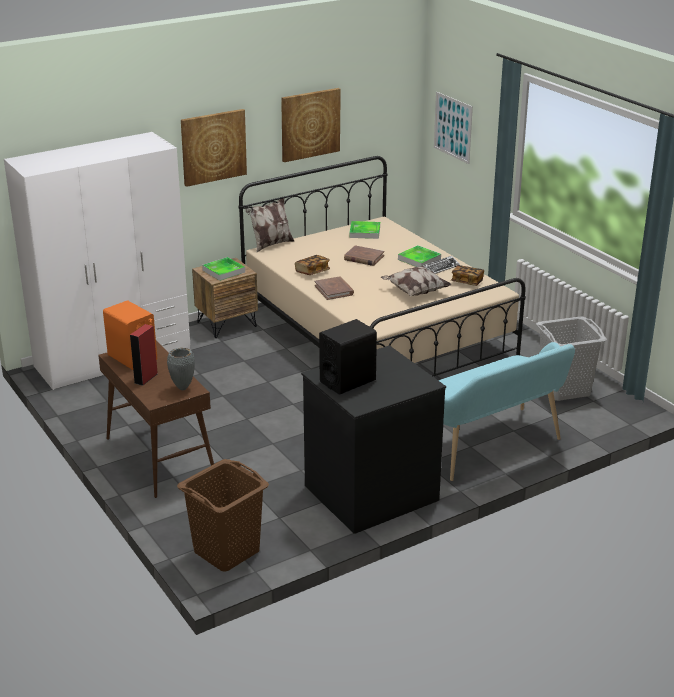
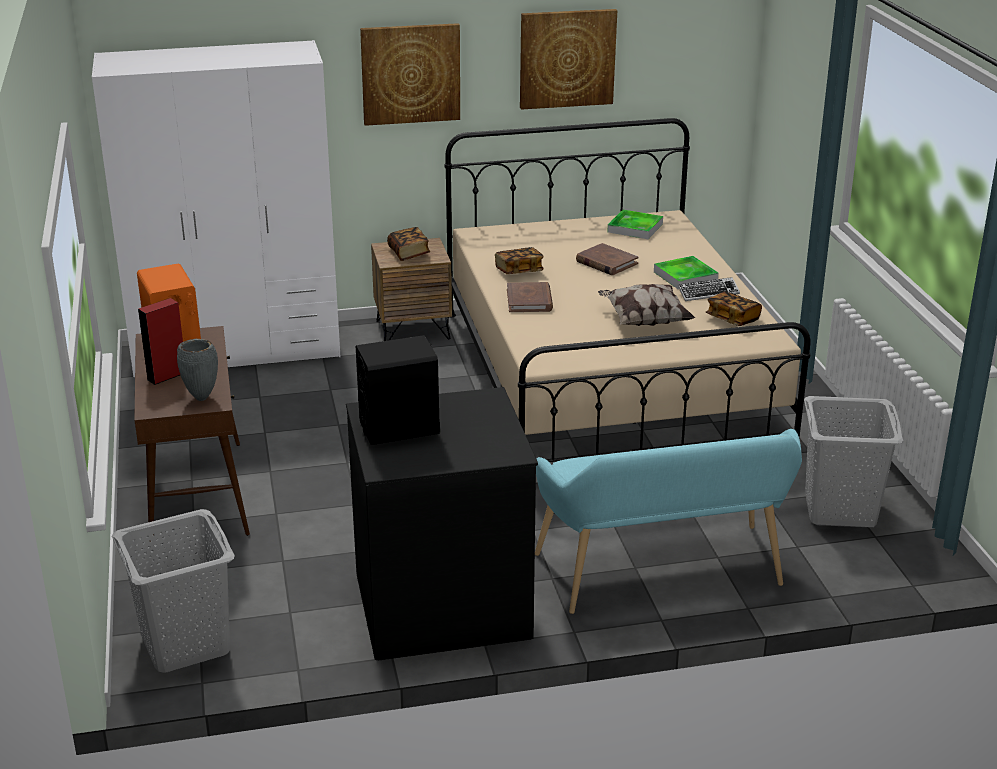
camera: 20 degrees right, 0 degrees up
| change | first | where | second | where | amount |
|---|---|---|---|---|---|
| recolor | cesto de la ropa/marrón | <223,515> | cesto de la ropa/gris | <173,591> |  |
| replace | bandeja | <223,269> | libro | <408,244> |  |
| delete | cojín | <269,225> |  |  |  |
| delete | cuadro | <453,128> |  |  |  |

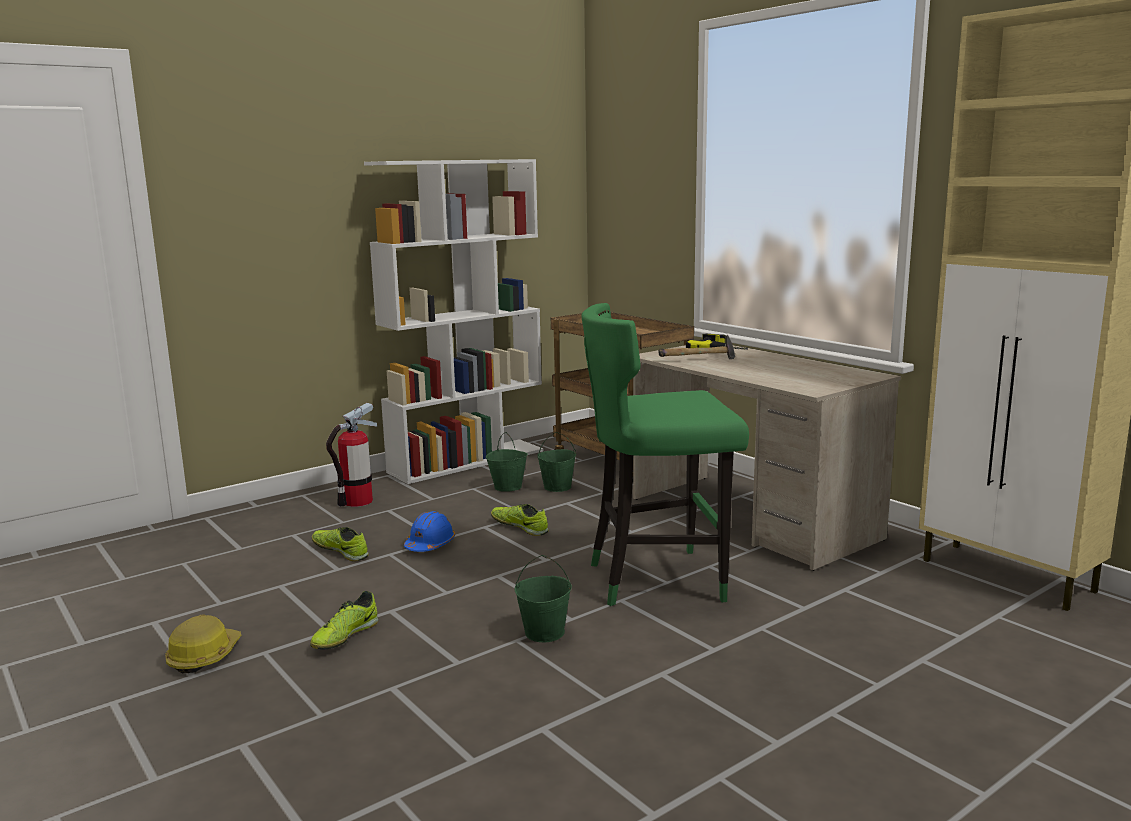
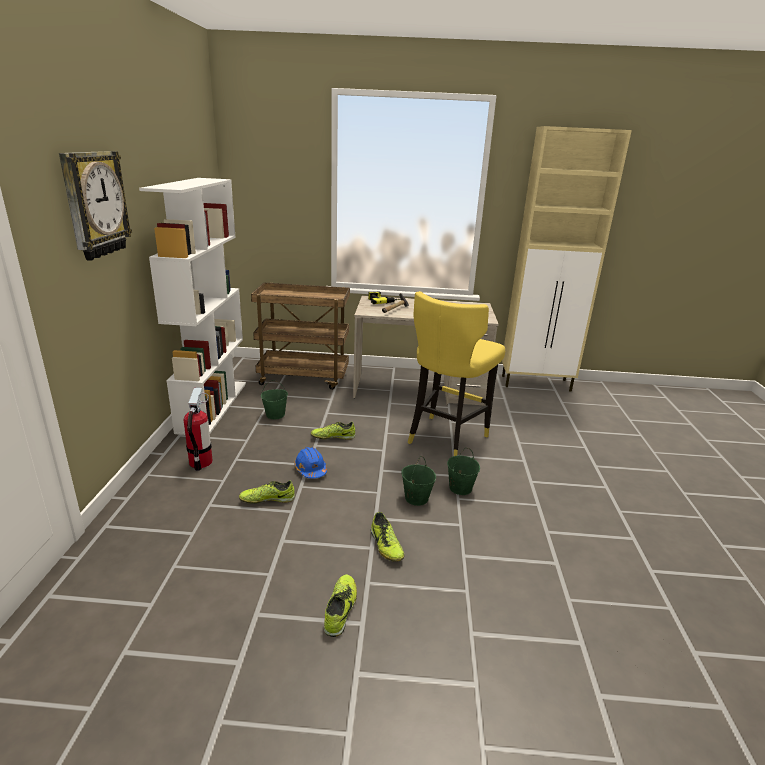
camera: 50 degrees left, 10 degrees up
| change | first | where | second | where | amount |
|---|---|---|---|---|---|
| replace | casco | <203,643> | zapato | <340,605> |  |
| move | cubo/verde | <556,462> |  | <419,481> |  |
| recolor | taburete/verde | <665,454> | taburete/amarillo | <456,373> |  |
| insert |  |  | reloj de pared | <95,206> |  |

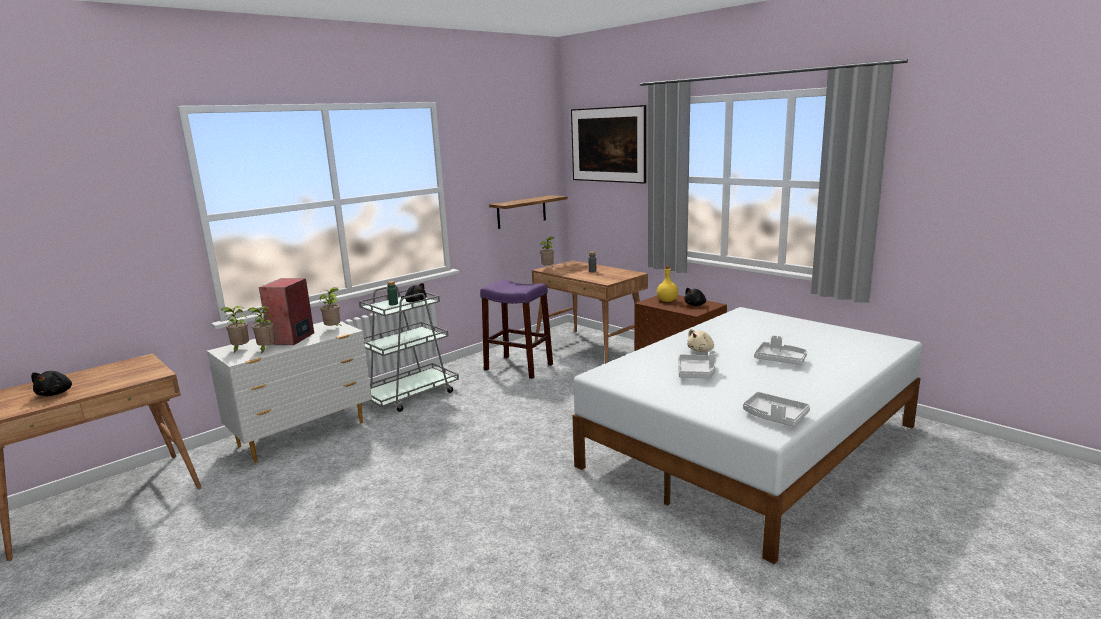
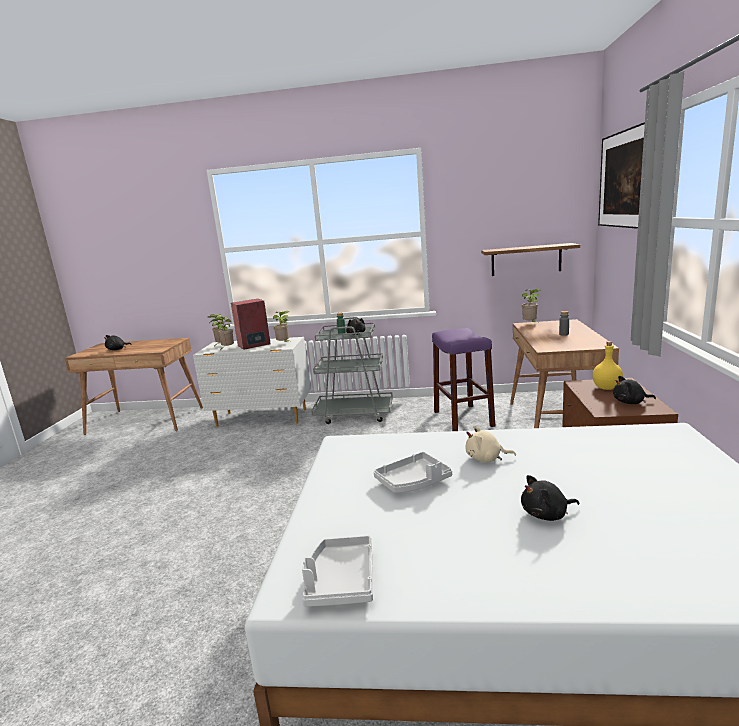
camera: 50 degrees right, 0 degrees up
| change | first | where | second | where | amount |
|---|---|---|---|---|---|
| replace | bandeja/gris | <780,350> | peluche/negro | <550,498> |  |

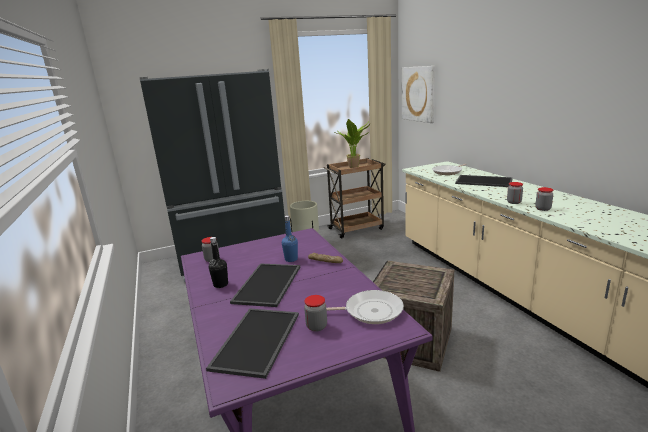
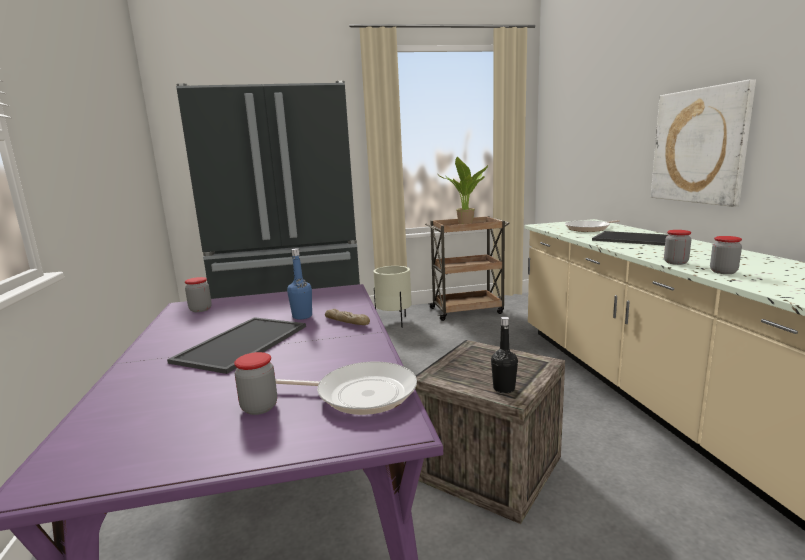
camera: 10 degrees right, 5 degrees down
| change | first | where | second | where | amount |
|---|---|---|---|---|---|
| delete | bandeja | <252,343> |  |  |  |
| move | botella/negro | <218,262> |  | <504,355> |  |
| move | cuadro | <418,94> |  | <703,143> |  |

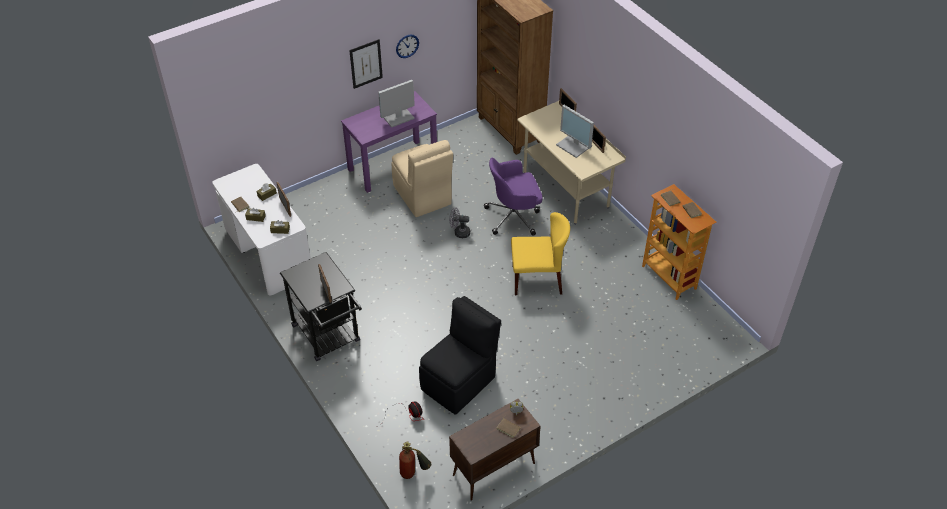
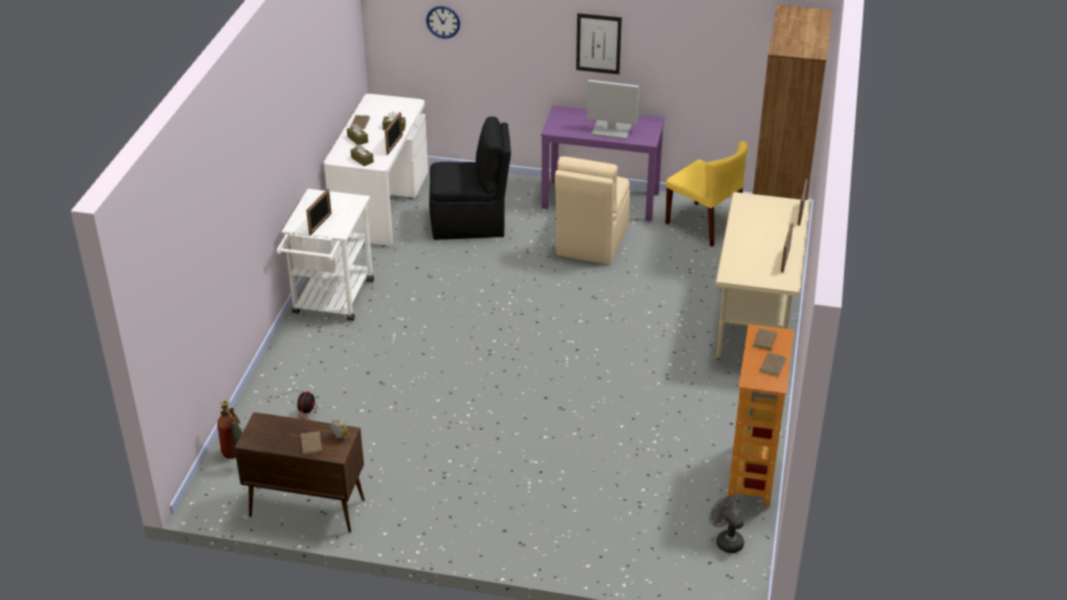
camera: 45 degrees right, 10 degrees down
| change | first | where | second | where | amount |
|---|---|---|---|---|---|
| recolor | carrito/negro | <321,306> | carrito/blanco | <325,255> |  |
| move | reloj de pared | <407,46> |  | <443,22> |  |
| move | silla/negro | <460,355> |  | <470,178> |  |
| move | ventilador/gris | <459,222> |  | <726,524> |  |
| delete | silla de oficina/morado | <513,196> |  |  |  |
| move | silla/amarillo | <540,253> |  | <707,194> |  |
| delete | monitor | <575,131> |  |  |  |

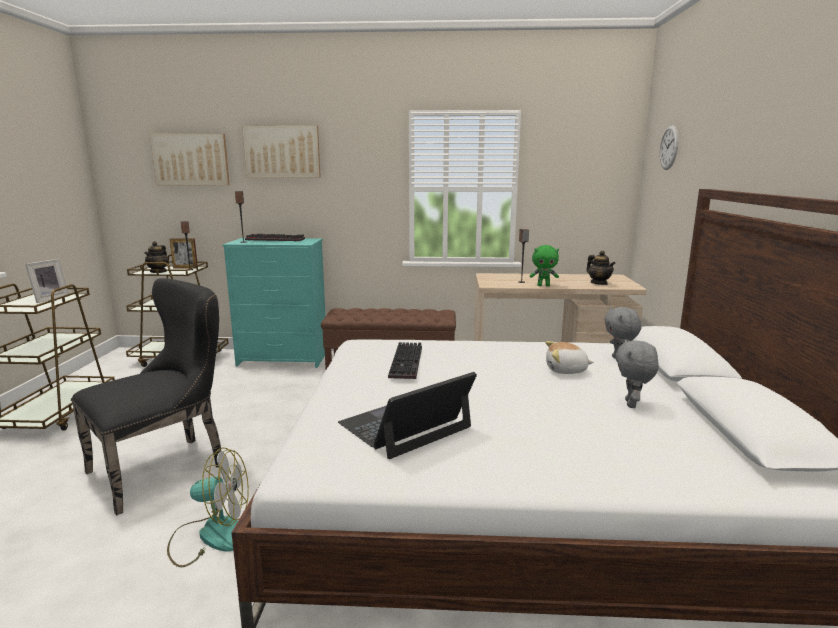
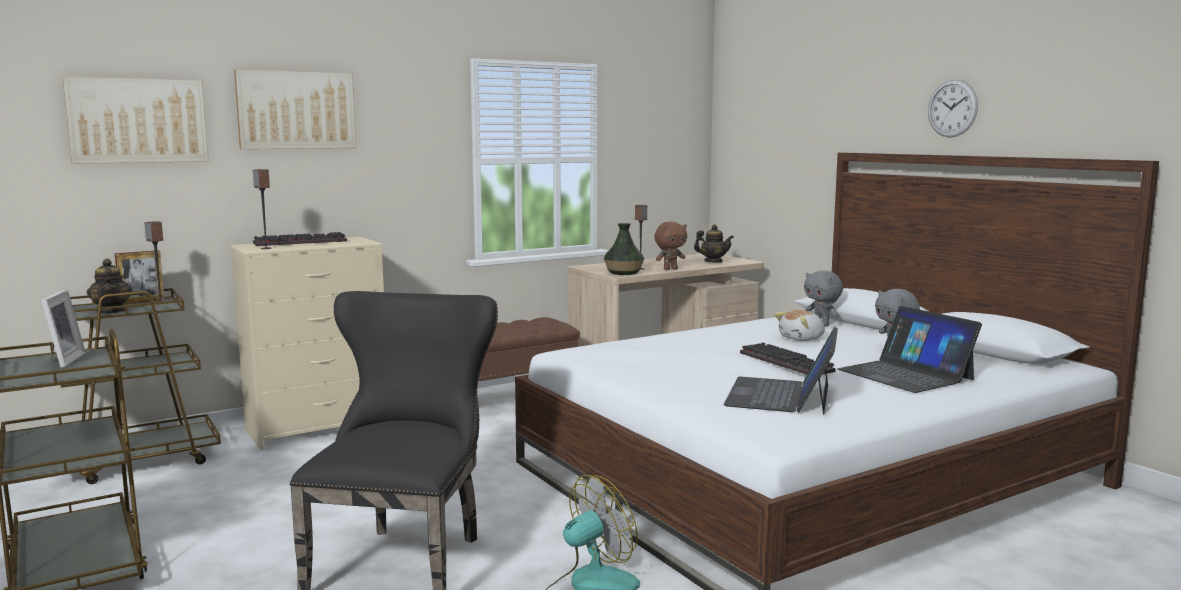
camera: 35 degrees left, 5 degrees down
| change | first | where | second | where | amount |
|---|---|---|---|---|---|
| recolor | cómoda/turquesa | <274,303> | cómoda/beis | <307,343> |  |
| move | teclado | <405,360> |  | <788,358> |  |
| recolor | peluche/verde | <544,265> | peluche/marrón | <670,246> |  |
| move | reloj de pared | <669,147> |  | <953,108> |  |
| insert |  |  | florero | <624,249> |  |
| insert |  |  | portátil | <909,349> |  |

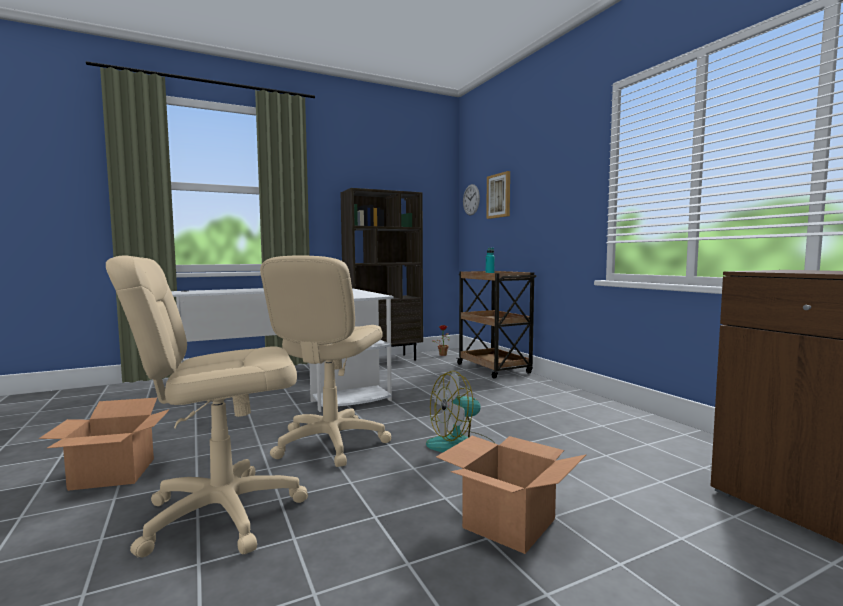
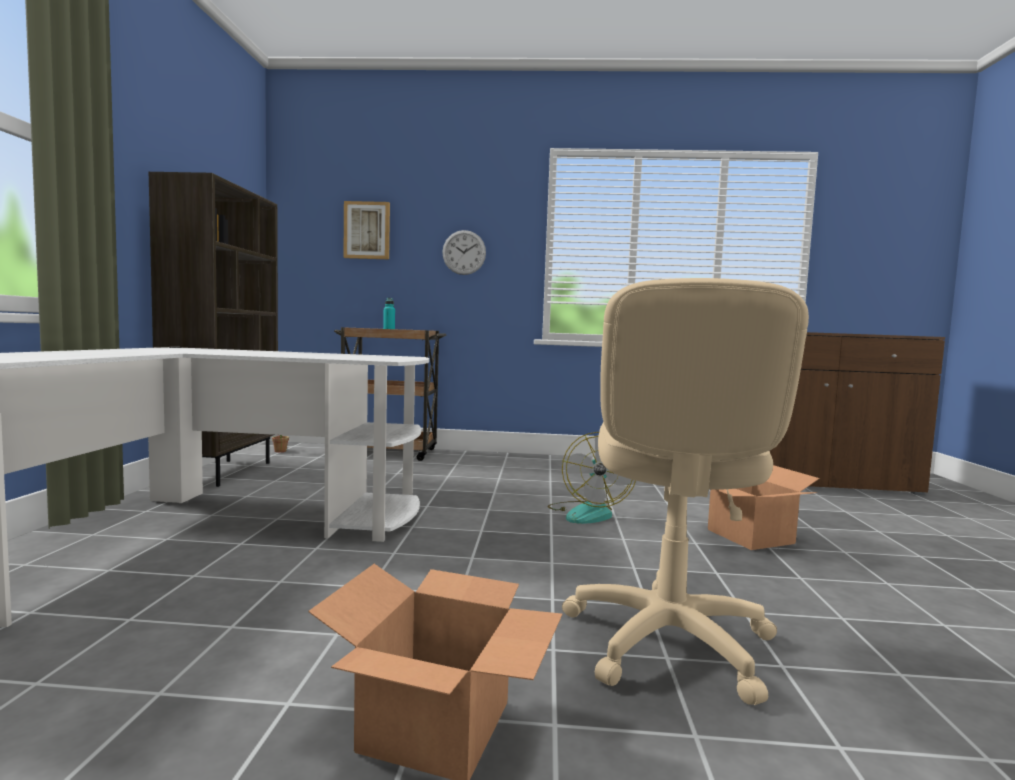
camera: 60 degrees left, 0 degrees up
| change | first | where | second | where | amount |
|---|---|---|---|---|---|
| delete | silla de oficina/beis | <325,361> |  |  |  |
| move | reloj de pared | <471,199> |  | <464,252> |  |

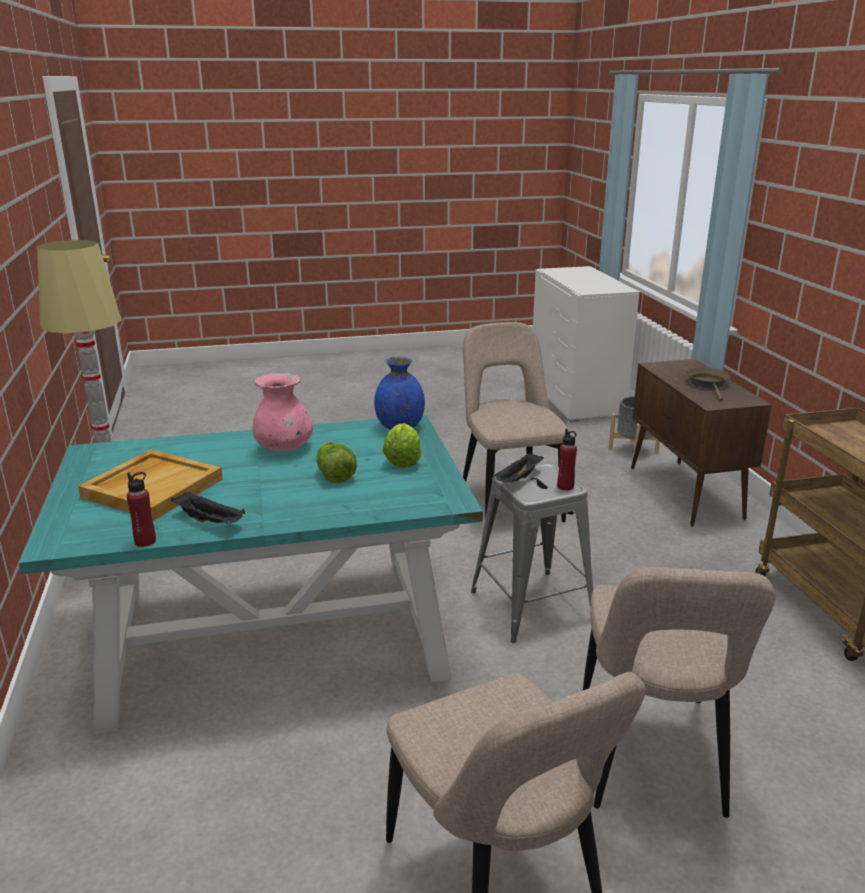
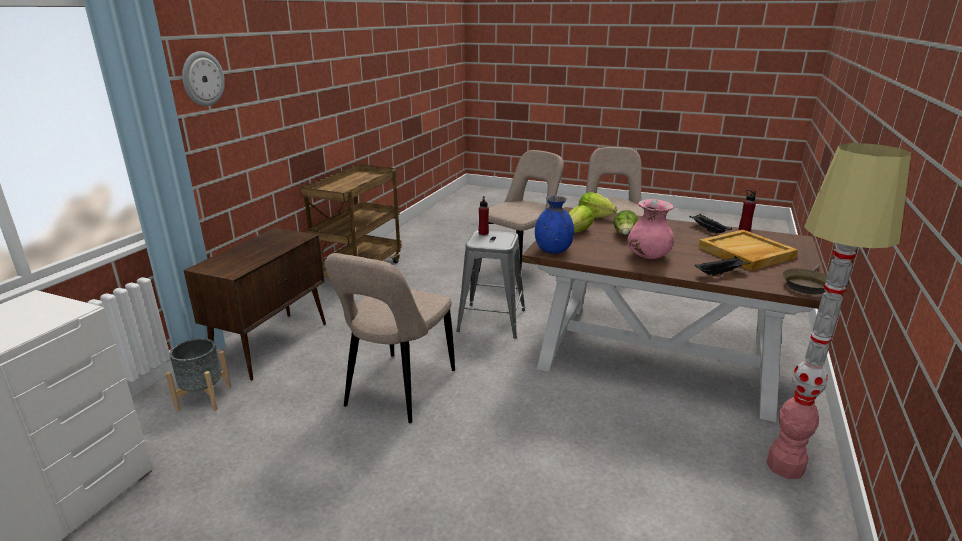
camera: 145 degrees left, 0 degrees up
| change | first | where | second | where | amount |
|---|---|---|---|---|---|
| recolor | mesa de comedor/turquesa | <251,574> | mesa de comedor/marrón | <673,314> |  |
| move | bandeja/negro | <518,467> |  | <723,266> |  |
| move | sartén/marrón | <708,384> |  | <804,279> |  |
| insert |  |  | reloj de pared | <203,78> |  |
| insert |  |  | lechuga | <597,205> |  |

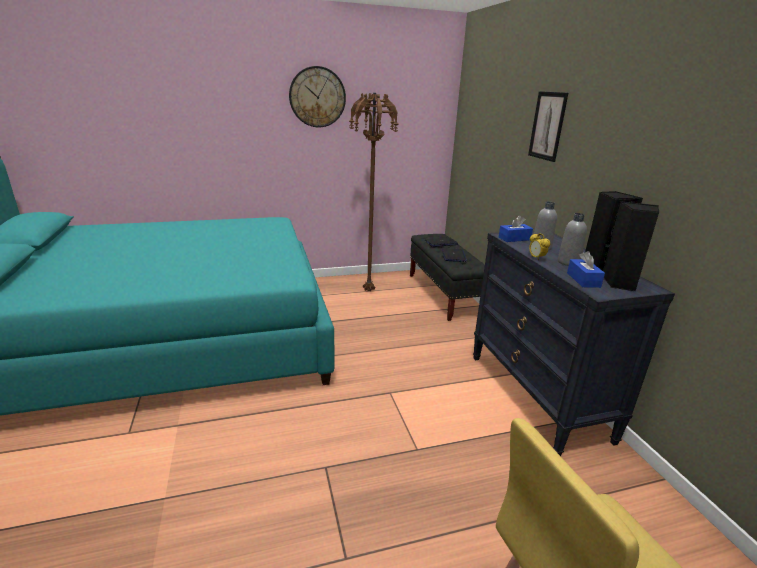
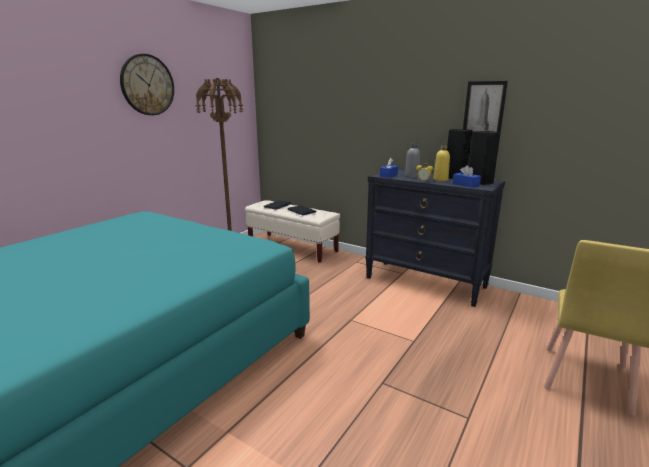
camera: 40 degrees left, 5 degrees down
| change | first | where | second | where | amount |
|---|---|---|---|---|---|
| recolor | banco/negro | <447,277> | banco/beis | <292,231> |  |
| move | cuadro | <548,126> |  | <485,107> |  |
| recolor | botella/gris | <572,239> | botella/amarillo | <441,163> |  |

